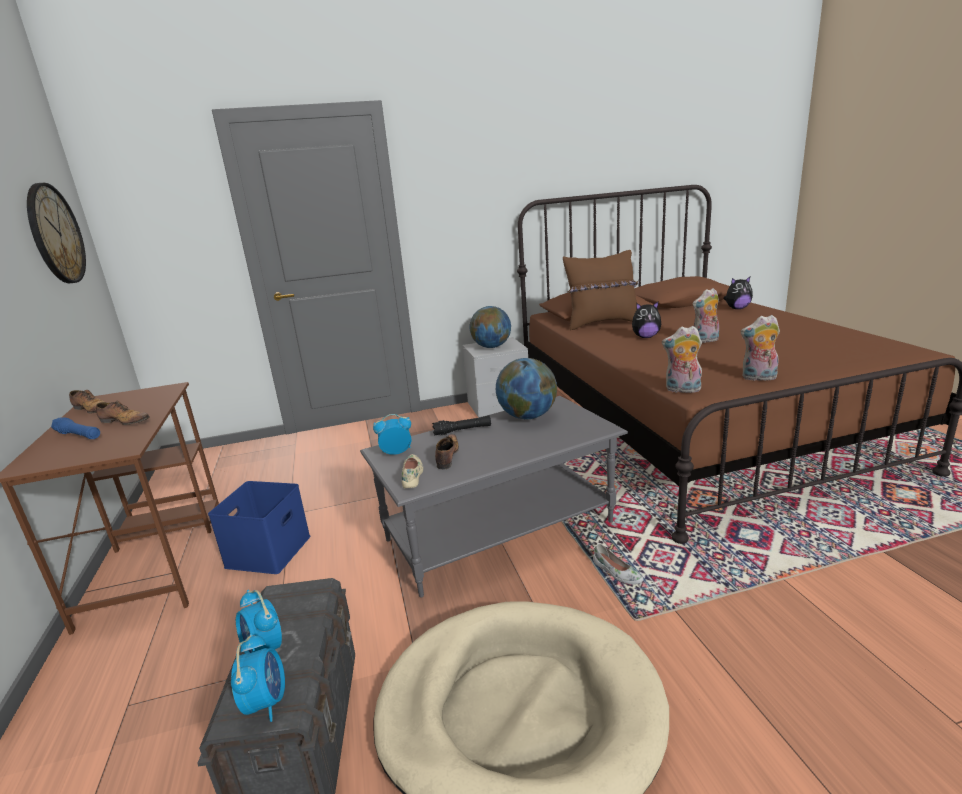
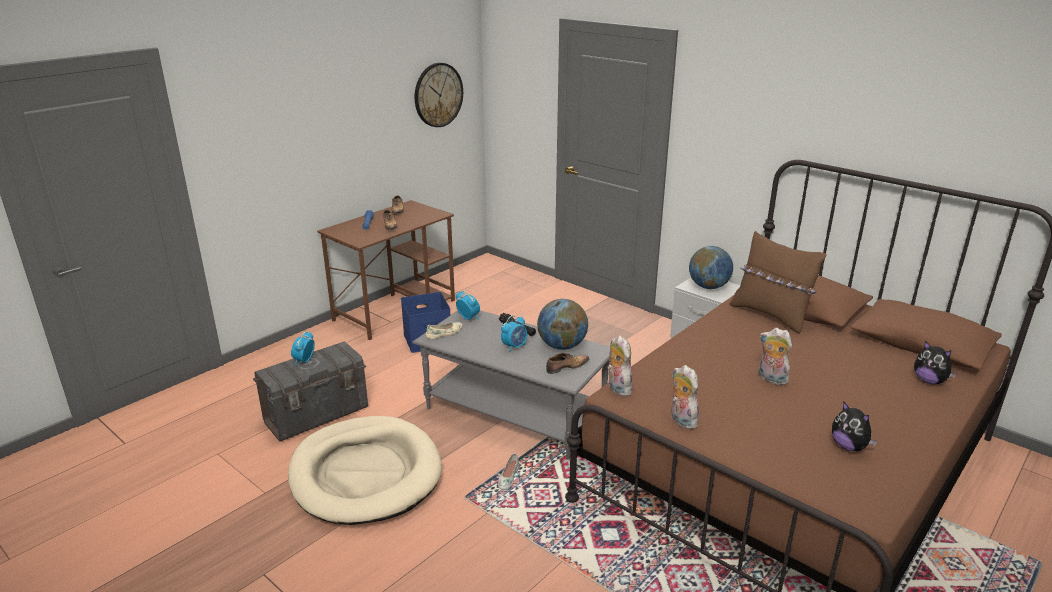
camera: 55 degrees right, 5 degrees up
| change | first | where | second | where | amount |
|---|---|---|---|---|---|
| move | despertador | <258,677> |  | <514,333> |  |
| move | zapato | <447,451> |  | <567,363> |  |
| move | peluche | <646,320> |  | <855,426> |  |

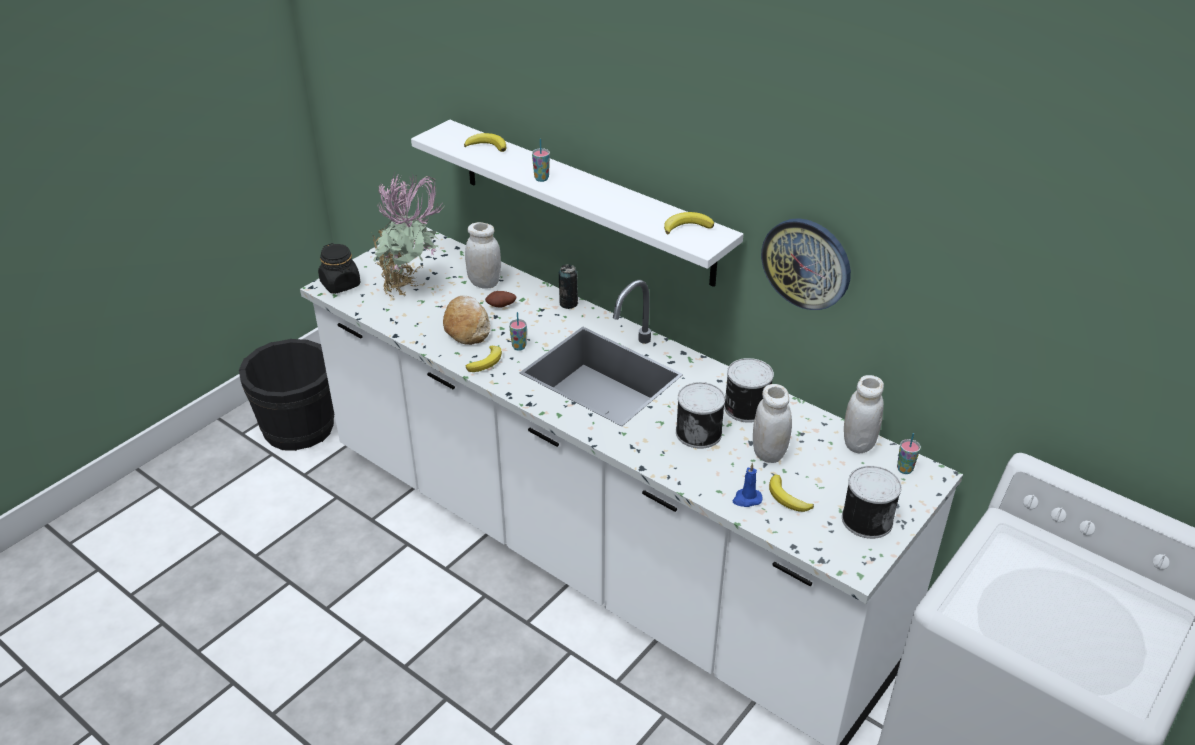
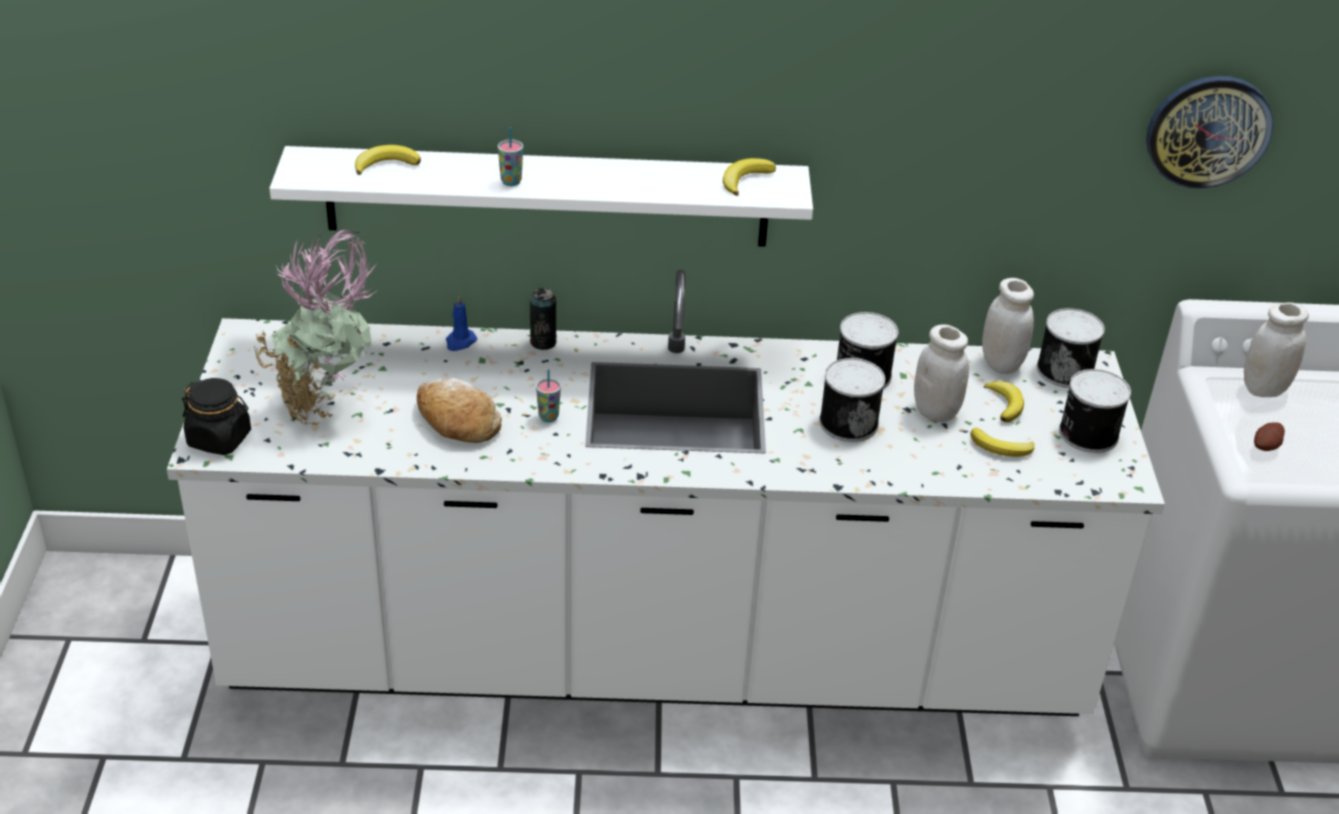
camera: 40 degrees left, 0 degrees up
| change | first | where | second | where | amount |
|---|---|---|---|---|---|
| delete | cubo/negro | <286,395> |  |  |  |
| move | tarro/blanco | <483,255> |  | <1276,349> |  |
| move | plátano | <484,359> |  | <1004,402> |  |
| move | patata | <500,299> |  | <1269,436> |  |
| move | vela/azul | <747,485> |  | <461,323> |  |
| move | reloj de pared | <806,264> |  | <1210,132> |  |
| replace | taza | <909,453> | lata | <1071,348> |  |

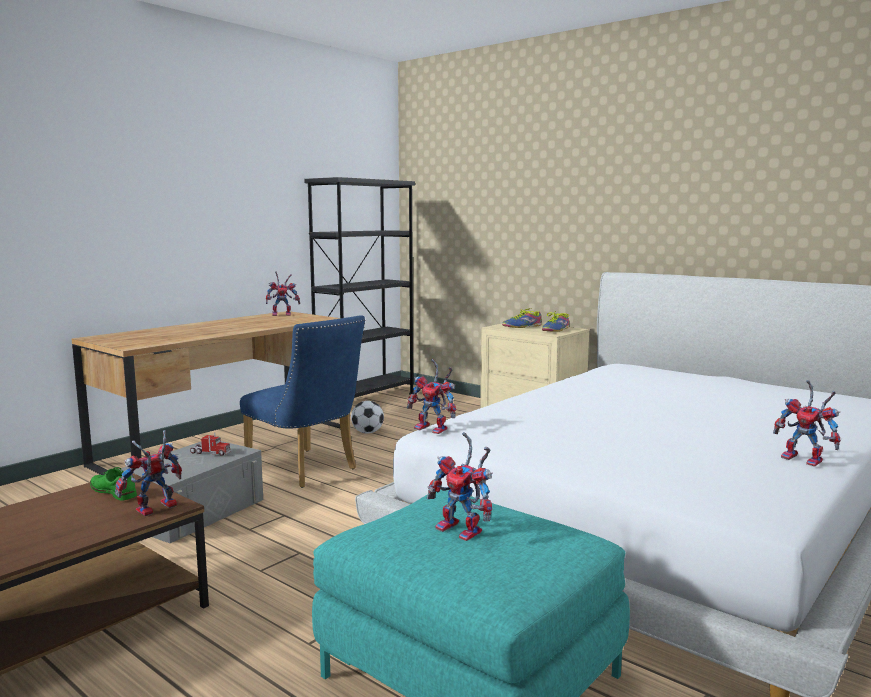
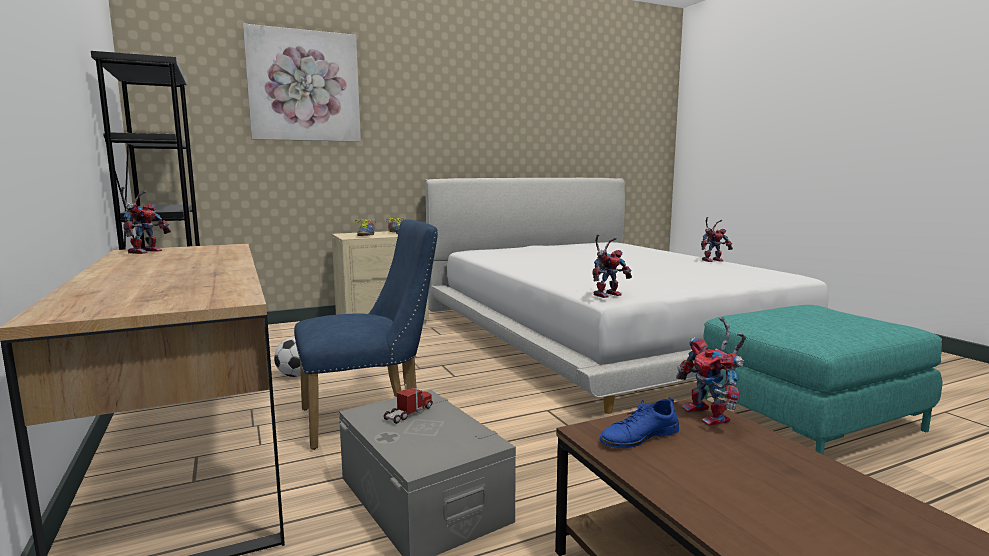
camera: 65 degrees left, 0 degrees up
| change | first | where | second | where | amount |
|---|---|---|---|---|---|
| recolor | zapato/verde | <113,484> | zapato/azul | <639,422> |  |
| delete | robot de juguete | <460,486> |  |  |  |
| insert |  |  | cuadro | <302,82> |  |

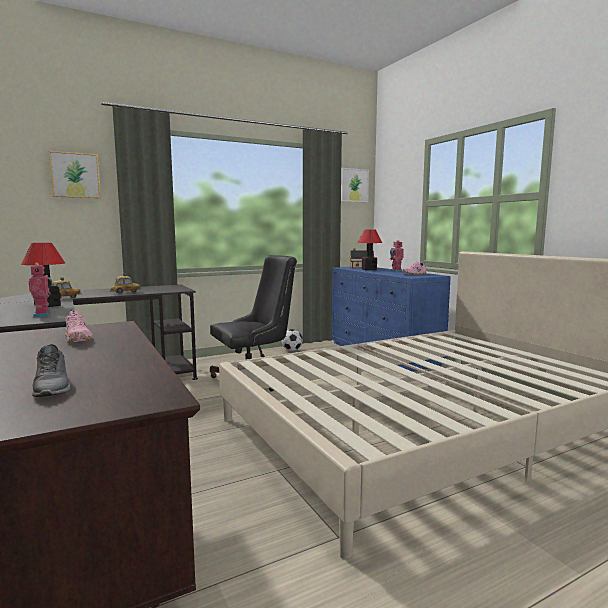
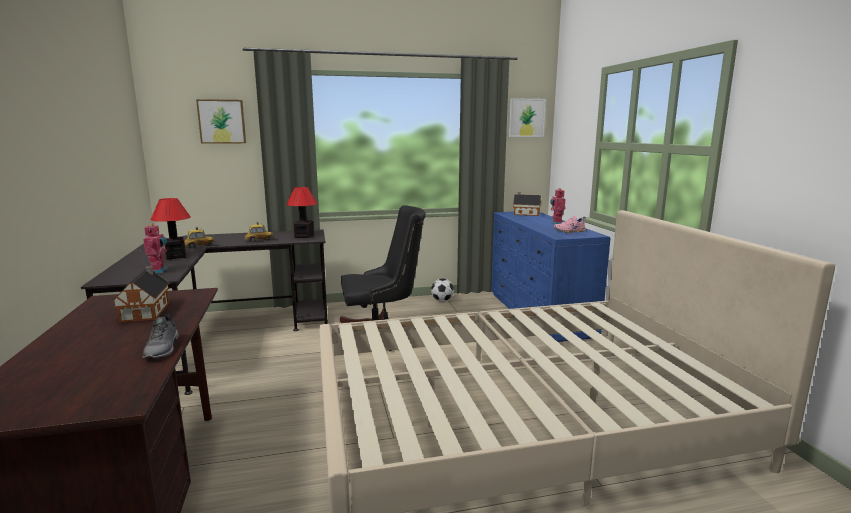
camera: 15 degrees right, 5 degrees up
| change | first | where | second | where | amount |
|---|---|---|---|---|---|
| move | zapato/gris | <51,370> |  | <160,336> |  |
| replace | zapato/rosa | <79,326> | casita | <141,294> |  |
| move | lámpara de mesa | <370,249> |  | <302,212> |  |

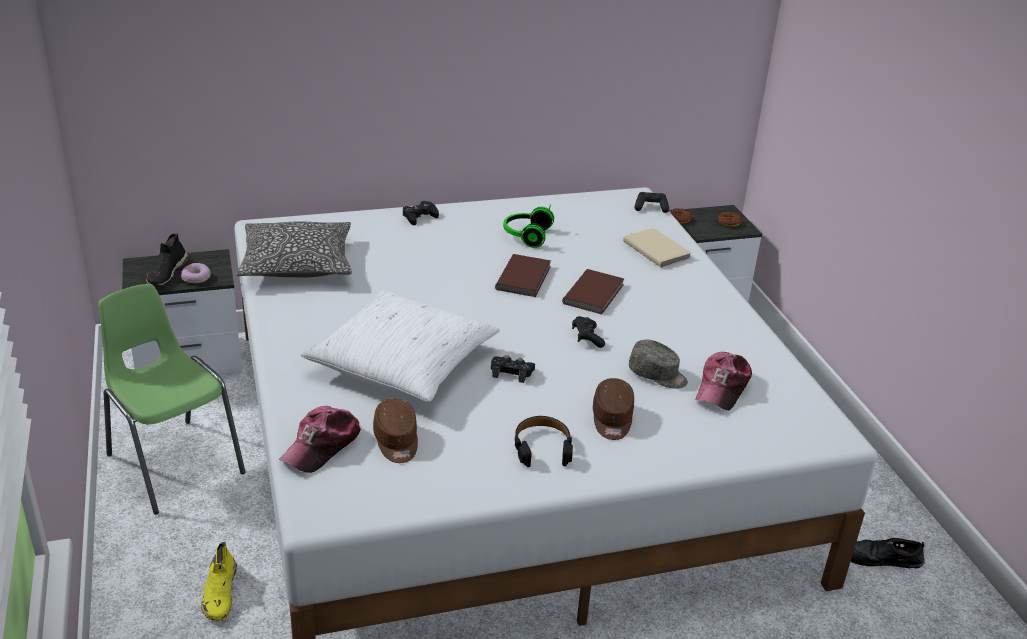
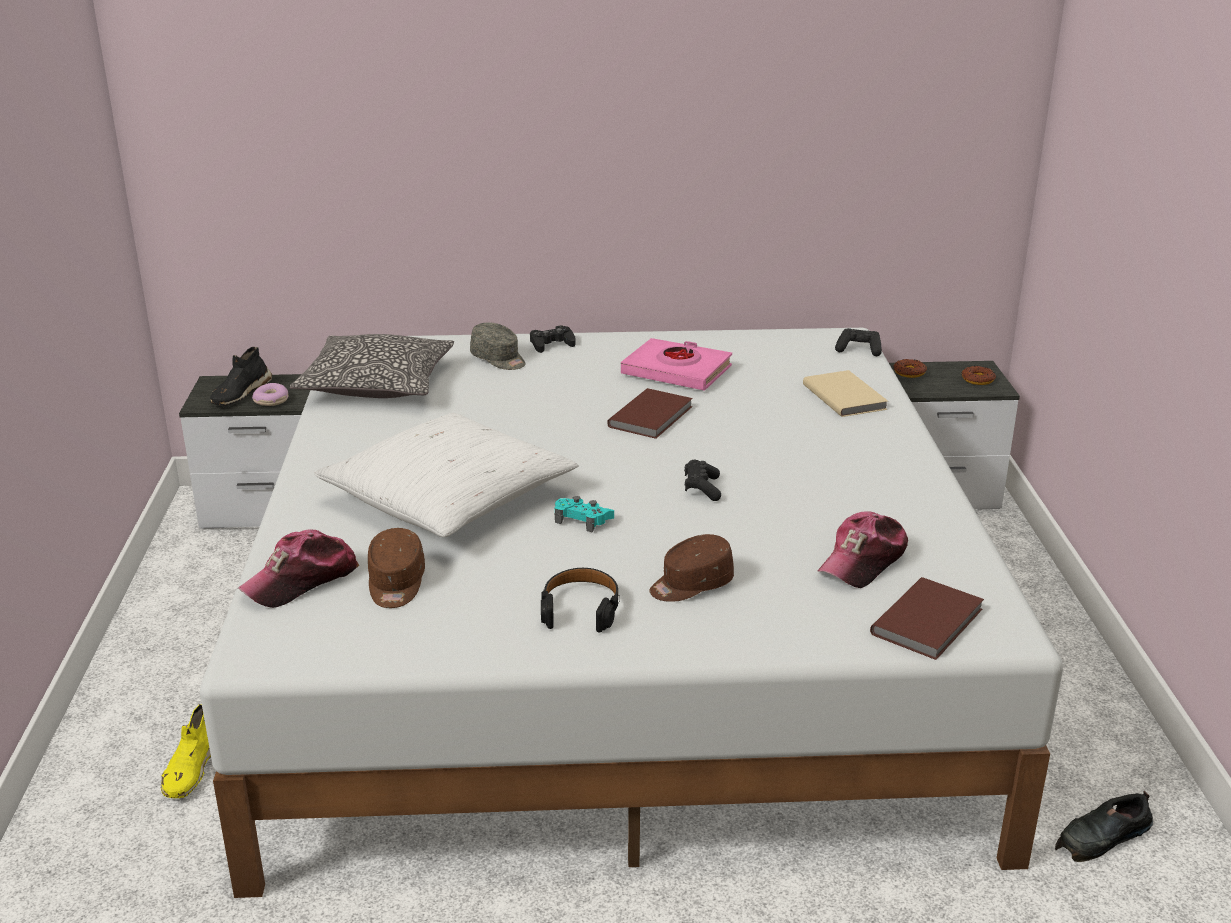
camera: 15 degrees right, 5 degrees down
| change | first | where | second | where | amount |
|---|---|---|---|---|---|
| delete | silla/verde | <171,399> |  |  |  |
| recolor | mando de consola/negro | <513,369> | mando de consola/turquesa | <584,514> |  |
| replace | auriculares | <528,226> | libro/rosa | <676,364> |  |
| move | libro/marrón | <593,291> |  | <927,618> |  |
| rotate | gorra/marrón | <613,409> |  | <692,568> | 45 degrees clockwise |
| move | gorra/gris | <658,364> |  | <498,346> |  |
| rotate | zapato/negro | <888,553> |  | <1104,826> | 45 degrees counterclockwise |

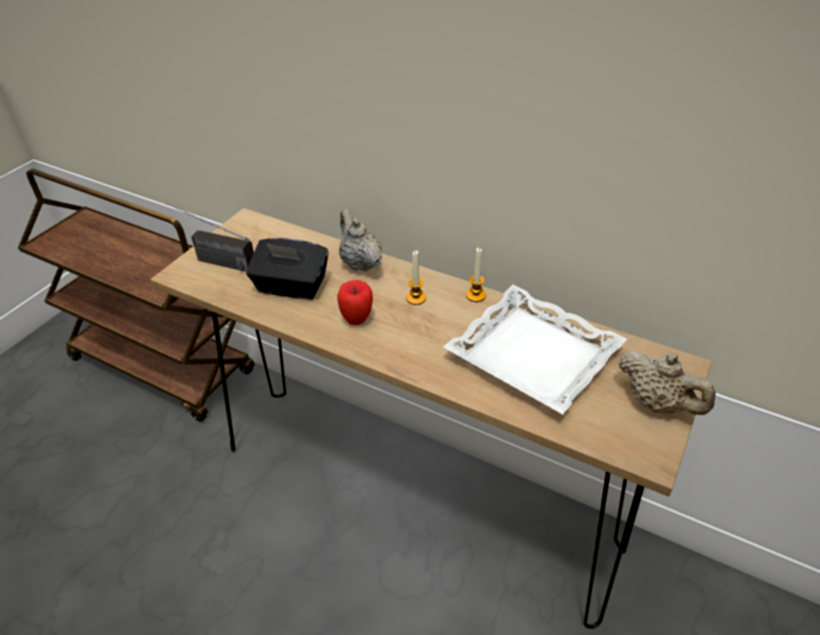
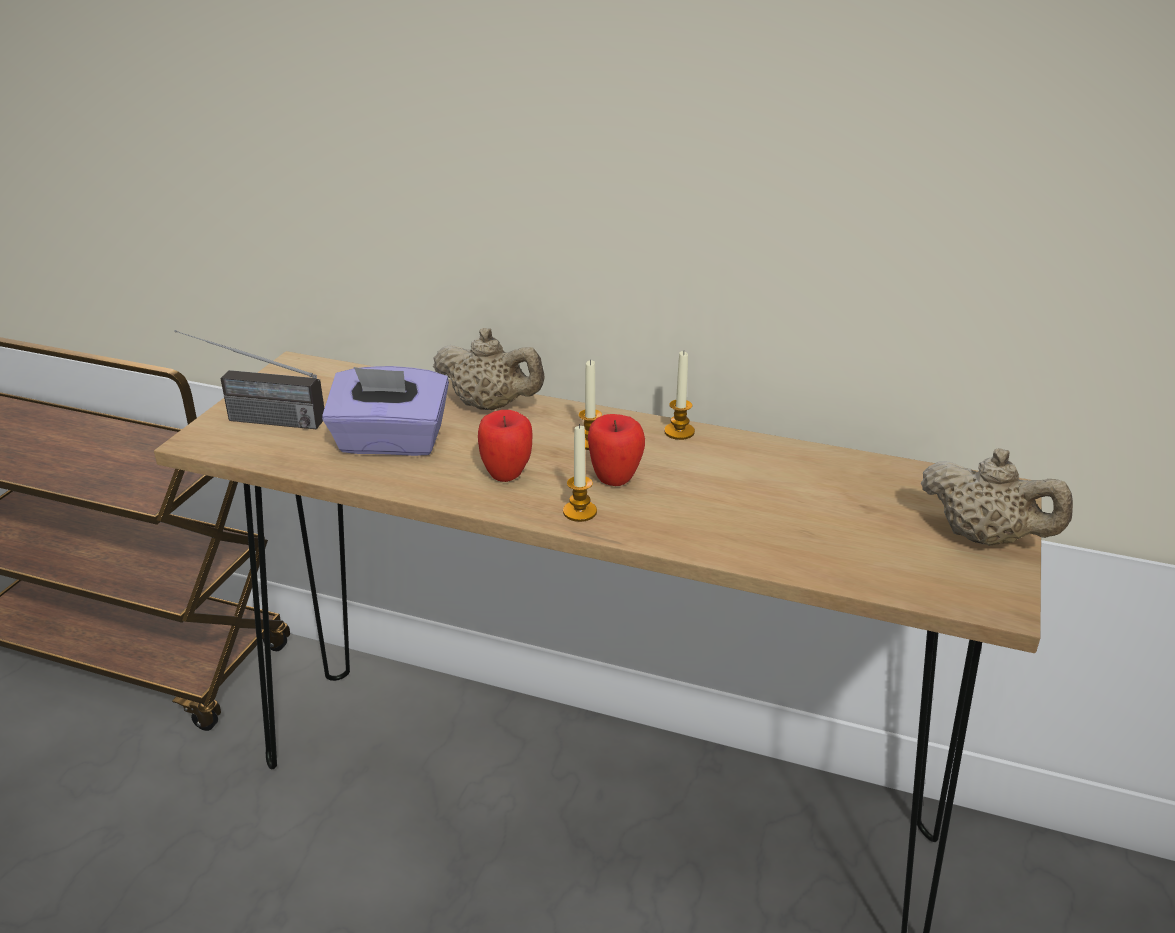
camera: 10 degrees left, 10 degrees down
| change | first | where | second | where | amount |
|---|---|---|---|---|---|
| recolor | caja de pañuelos/negro | <287,269> | caja de pañuelos/morado | <385,411> |  |
| rotate | tetera/beis | <360,240> |  | <488,369> | 150 degrees clockwise |
| delete | bandeja/blanco | <535,349> |  |  |  |
| insert |  |  | vela | <580,473> |  |
| insert |  |  | manzana | <616,450> |  |

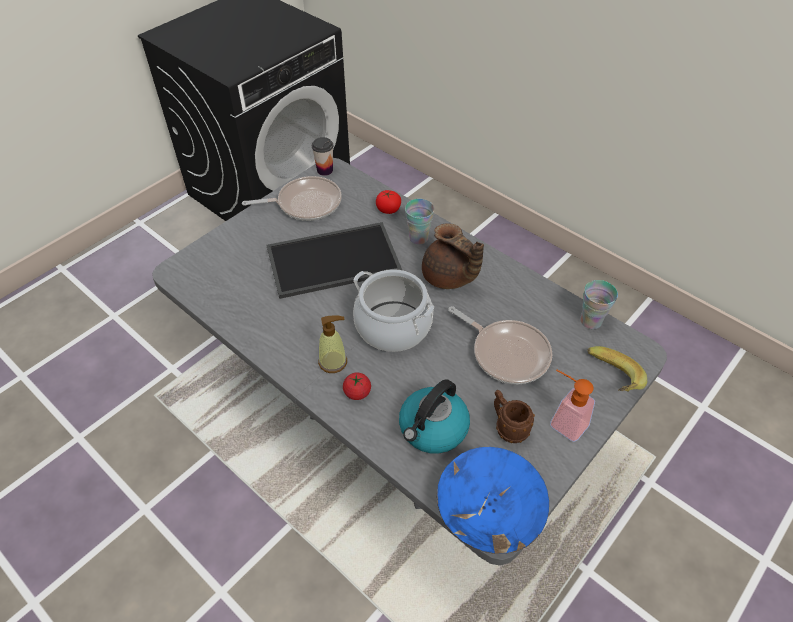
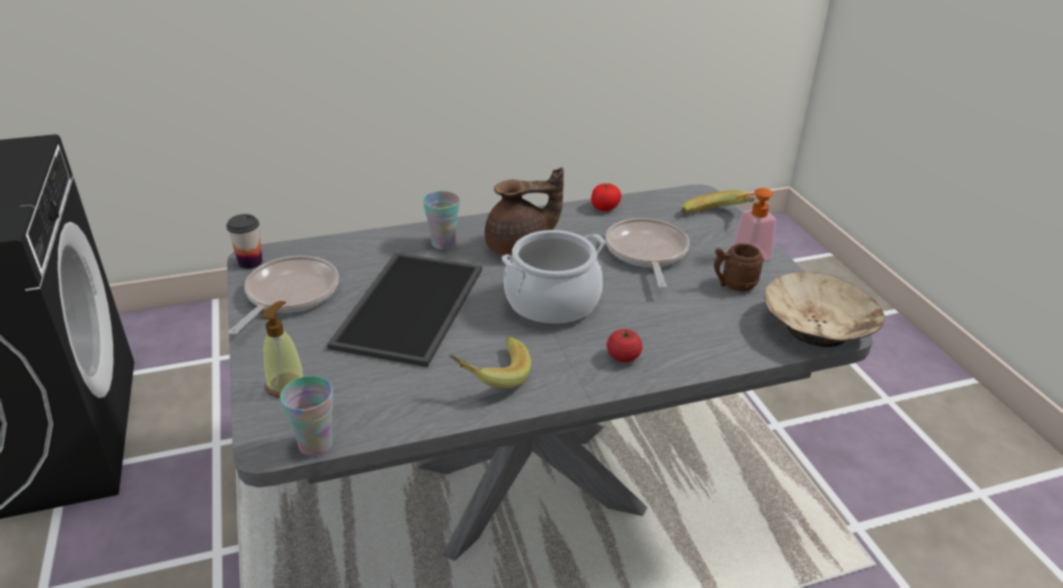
camera: 60 degrees left, 15 degrees down
| change | first | where | second | where | amount |
|---|---|---|---|---|---|
| move | dispensador de jabón | <332,344> |  | <283,349> |  |
| move | tomate | <388,202> |  | <606,197> |  |
| delete | hervidor | <434,416> |  |  |  |
| recolor | cuenco/azul | <493,500> | cuenco/beis | <824,309> |  |
| rotate | sartén | <500,345> |  | <647,253> | 75 degrees counterclockwise |
| move | taza | <599,304> |  | <306,416> |  |
| insert |  |  | plátano | <490,362> |  |

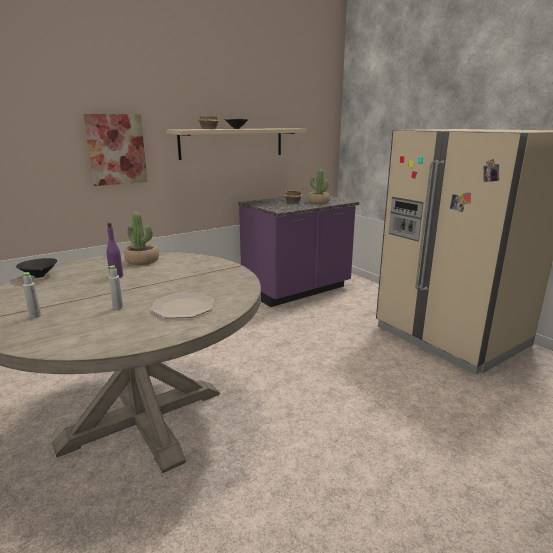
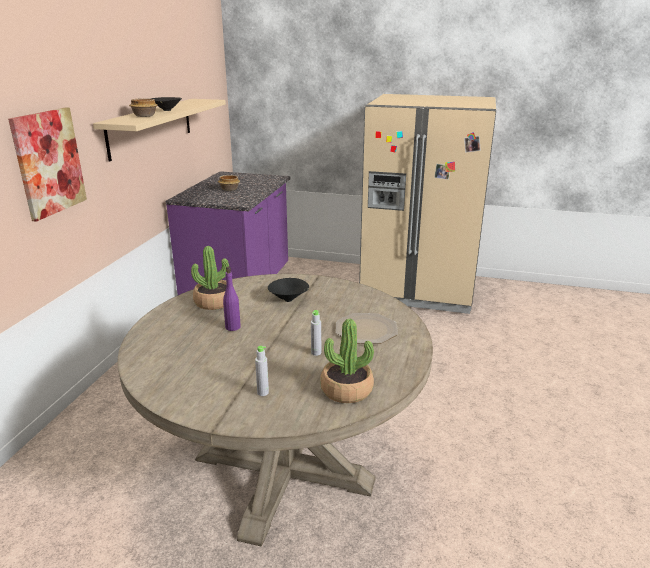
camera: 40 degrees left, 5 degrees up
| change | first | where | second | where | amount |
|---|---|---|---|---|---|
| move | cuenco/negro | <36,268> |  | <288,290> |  |
| move | planta en maceta | <319,186> |  | <347,361> |  |

